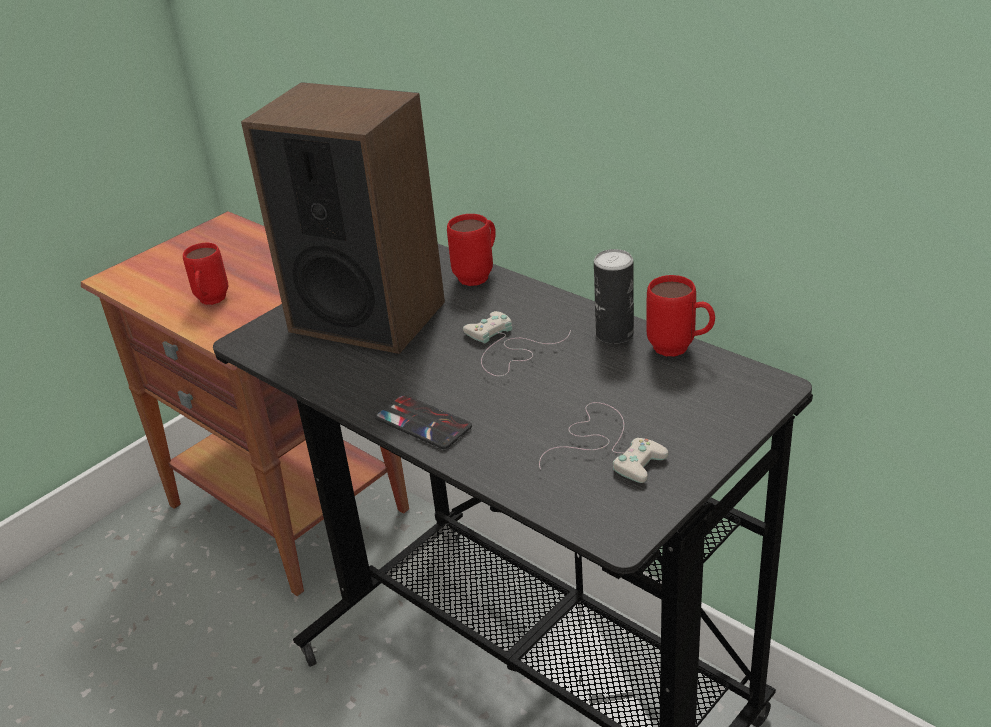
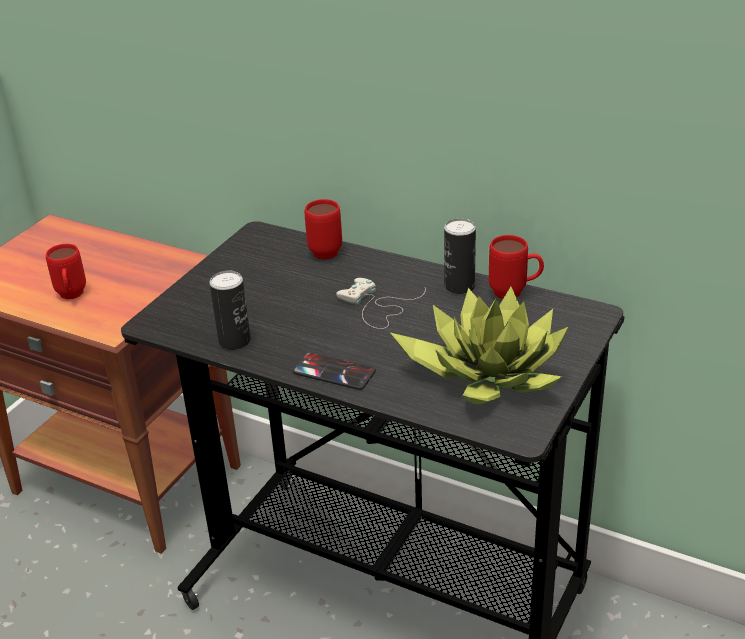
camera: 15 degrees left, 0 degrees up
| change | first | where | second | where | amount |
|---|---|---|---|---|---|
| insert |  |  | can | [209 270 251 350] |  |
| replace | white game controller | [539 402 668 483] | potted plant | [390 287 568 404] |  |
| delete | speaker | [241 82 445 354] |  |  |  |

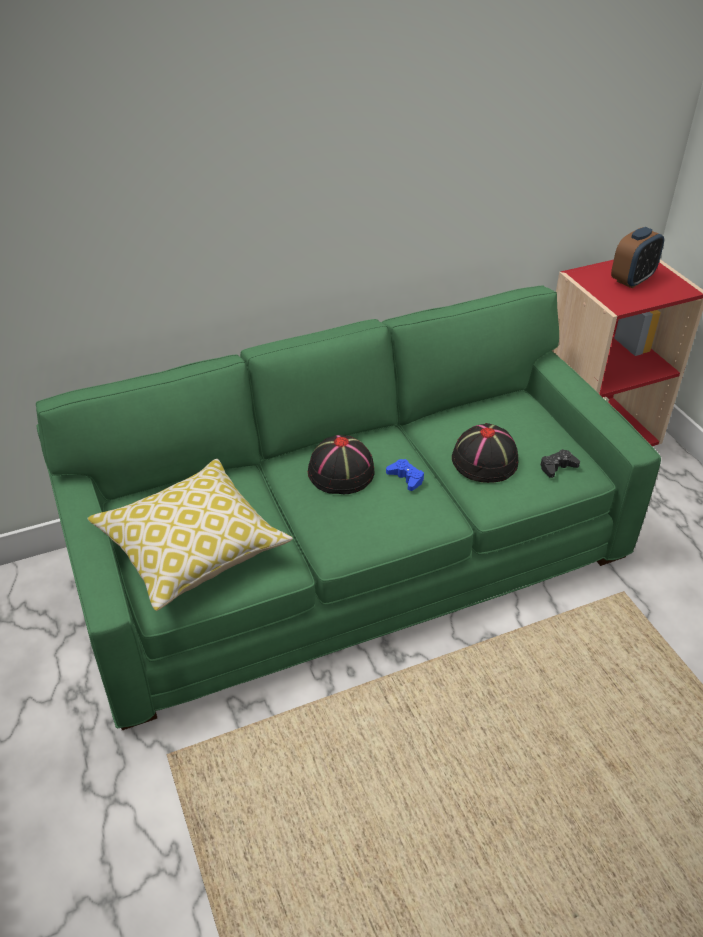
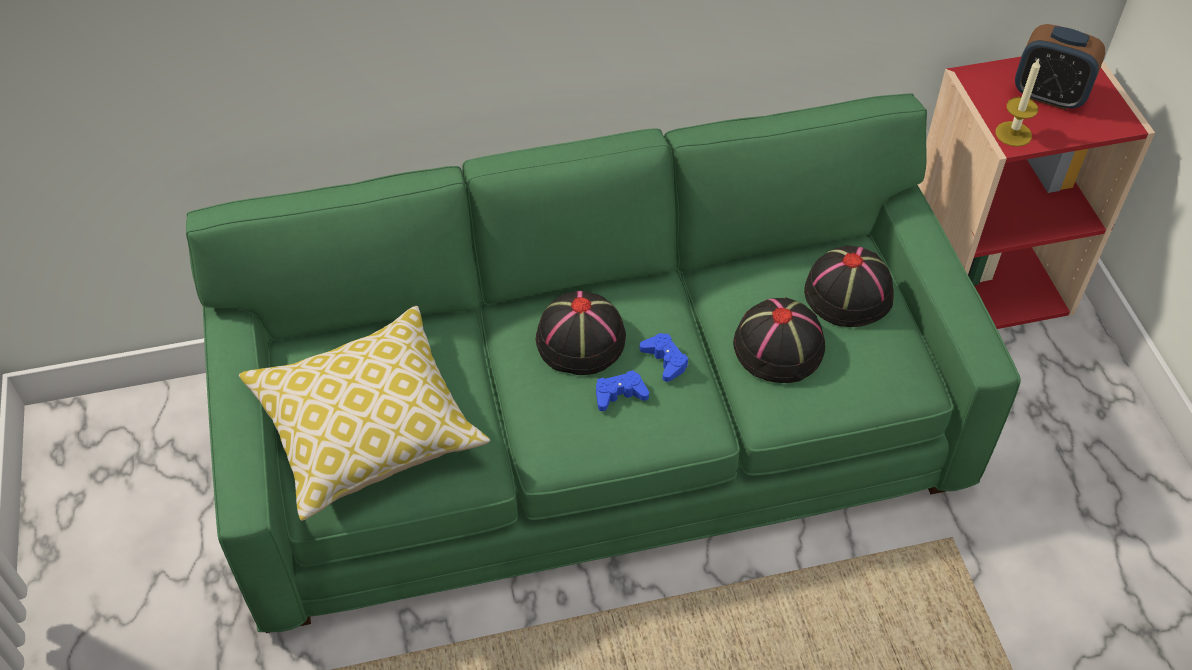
camera: 10 degrees right, 10 degrees up
| change | first | where | second | where | amount |
|---|---|---|---|---|---|
| insert |  |  | blue game controller | [596 370 649 411] |  |
| insert |  |  | black hat | [804 246 894 327] |  |
| insert |  |  | candle | [996 58 1040 147] |  |
| rotate | alarm clock | [611 227 664 288] |  | [1015 24 1105 110] | 60 degrees clockwise |
| delete | black game controller | [540 449 580 478] |  |  |  |

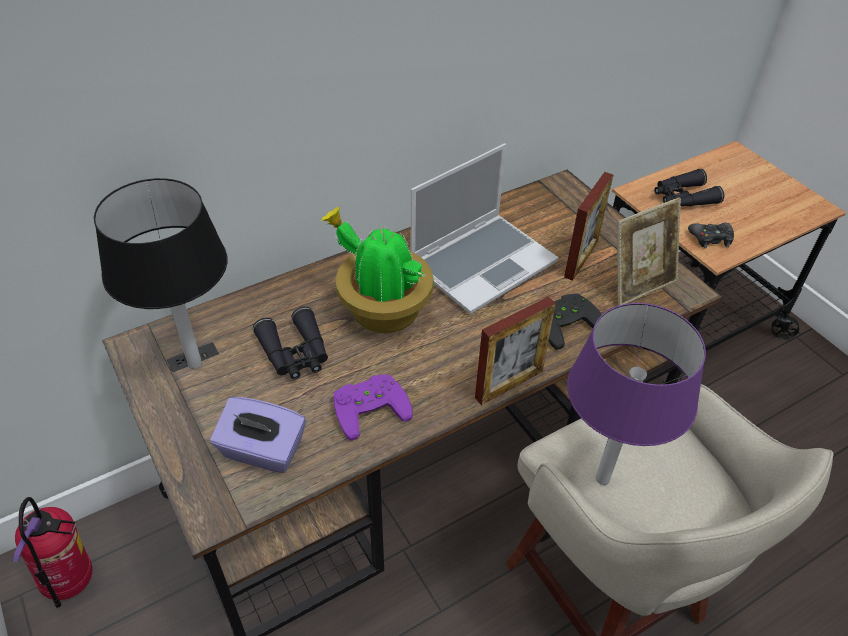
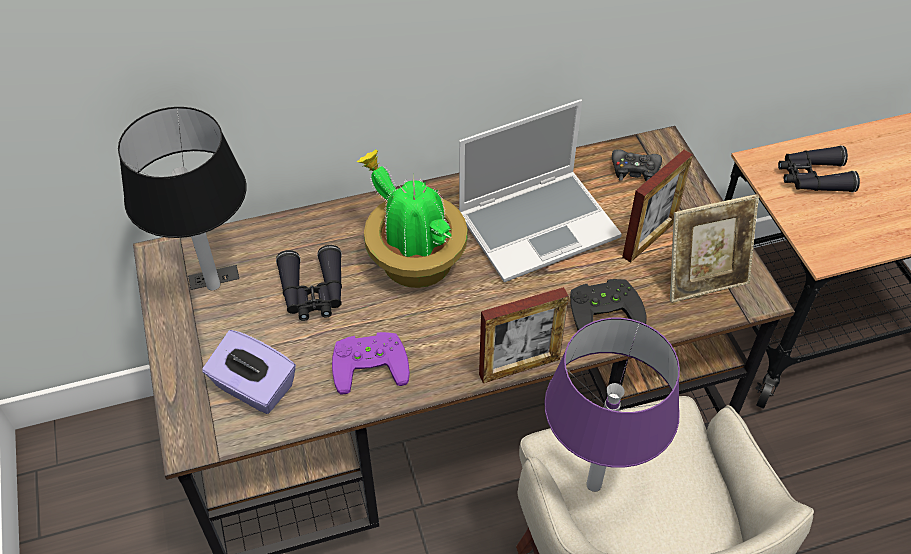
camera: 15 degrees right, 5 degrees up
| change | first | where | second | where | amount |
|---|---|---|---|---|---|
| move | black game controller | [688 223 734 248] |  | [612 149 662 181] |  |
| delete | fire extinguisher | [13 497 93 608] |  |  |  |

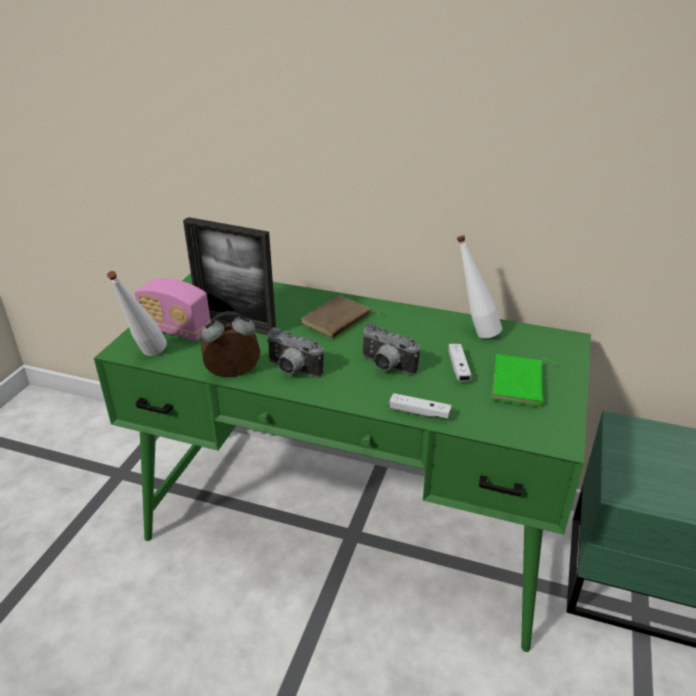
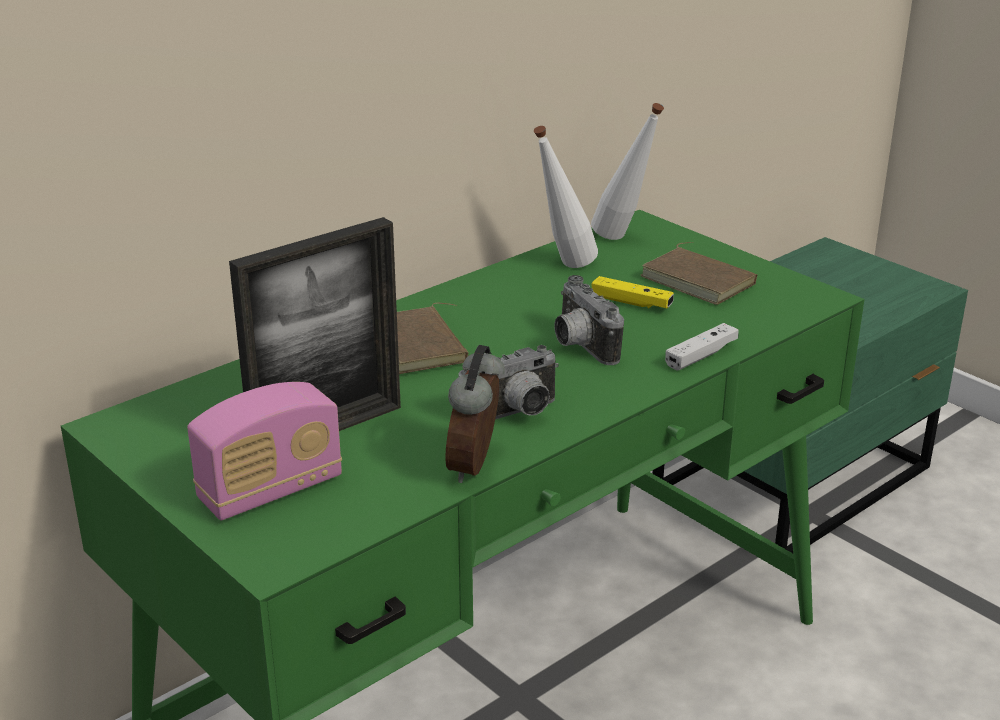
camera: 60 degrees left, 5 degrees down
| change | first | where | second | where | amount |
|---|---|---|---|---|---|
| rotate | photo camera | [361 323 420 375] |  | [554 275 624 365] | 90 degrees clockwise |
| move | white bottle | [107 271 167 356] |  | [591 103 664 240] |  |
| recolor | white game controller | [448 344 471 382] | yellow game controller | [591 276 674 309] |  |
| recolor | green book | [491 354 558 407] | brown book | [641 242 757 305] |  |

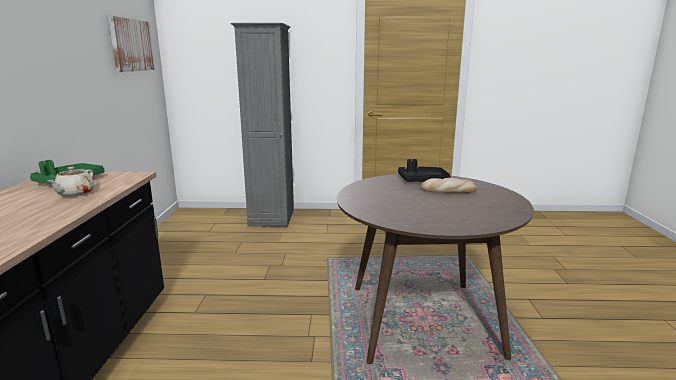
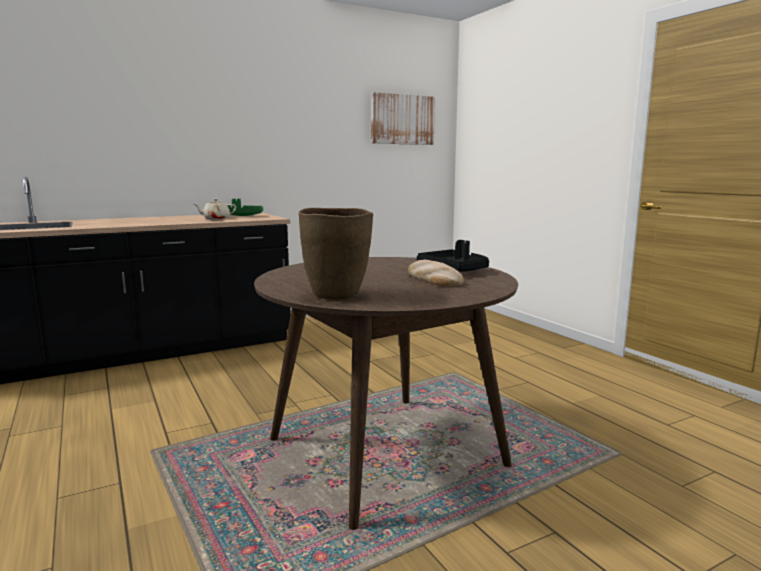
camera: 60 degrees right, 5 degrees down
| change | first | where | second | where | amount |
|---|---|---|---|---|---|
| insert |  |  | brown vase | [299 208 373 300] |  |
| delete | grey cabinet | [231 23 294 227] |  |  |  |

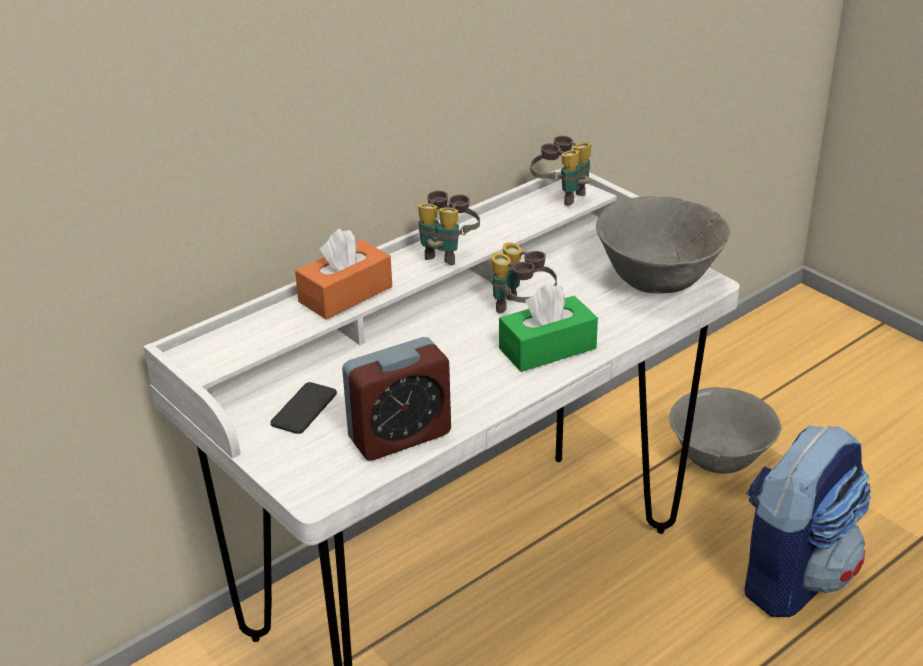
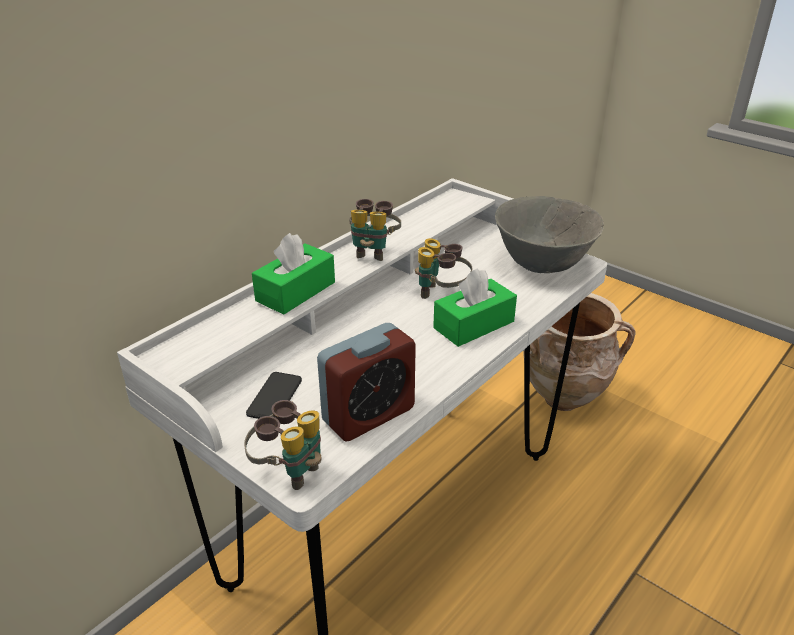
camera: 10 degrees left, 0 degrees up
| change | first | where | second | where | amount |
|---|---|---|---|---|---|
| move | binoculars | [530 136 591 206] |  | [244 400 322 490] |  |
| recolor | orange tissue box | [295 228 392 320] | green tissue box | [252 233 335 315] |  |
| replace | grey bowl | [669 387 782 473] | beige vase | [523 293 636 411] |  |
| delete | backpack | [744 426 871 617] |  |  |  |

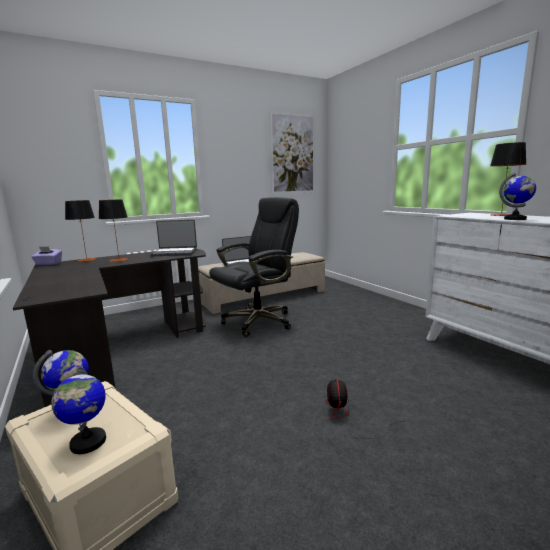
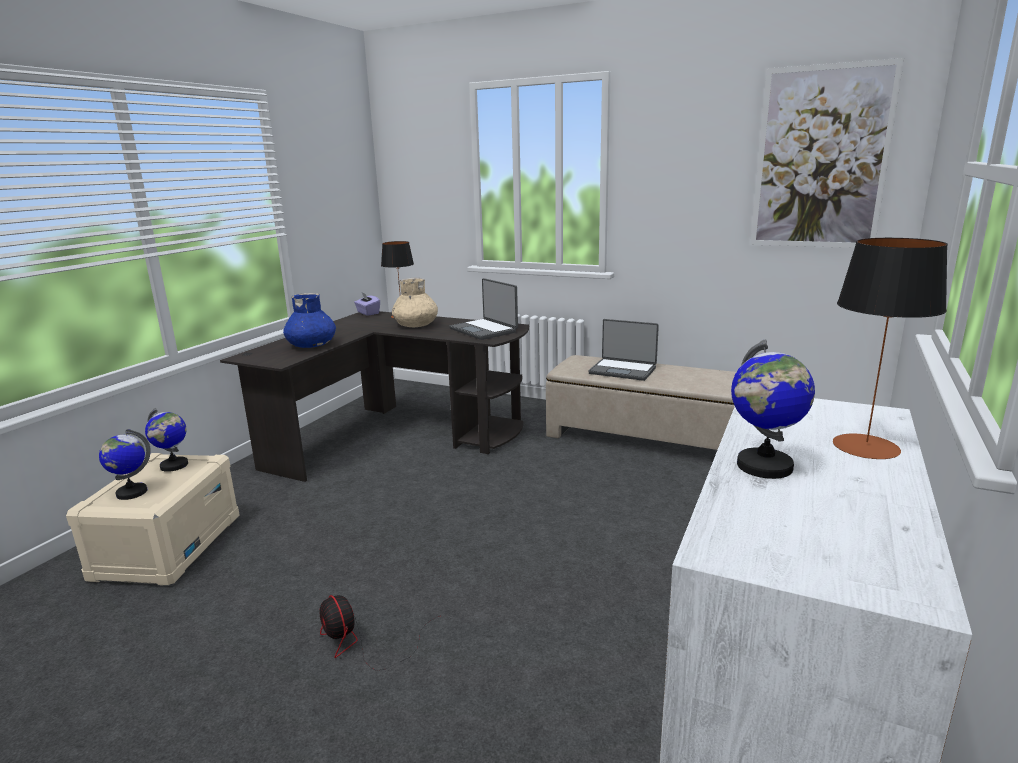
camera: 55 degrees right, 5 degrees up
| change | first | where | second | where | amount |
|---|---|---|---|---|---|
| insert |  |  | blue vase | [283 293 336 348] |  |
| rotate | fan | [326 379 401 439] |  | [319 595 440 671] | 90 degrees counterclockwise |
| replace | table lamp | [99 199 128 262] | beige vase | [392 277 438 327] |  |
| delete | black office chair | [209 197 299 337] |  |  |  |

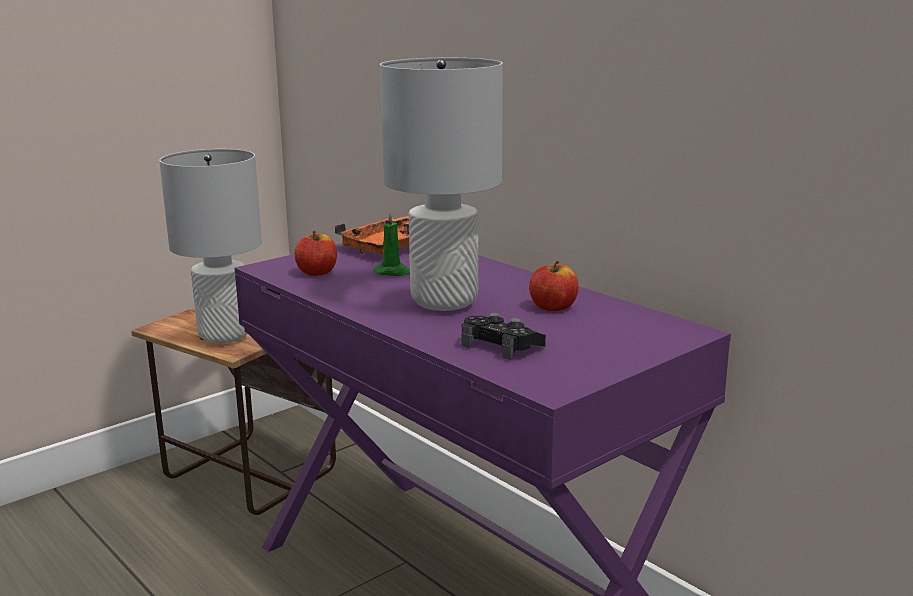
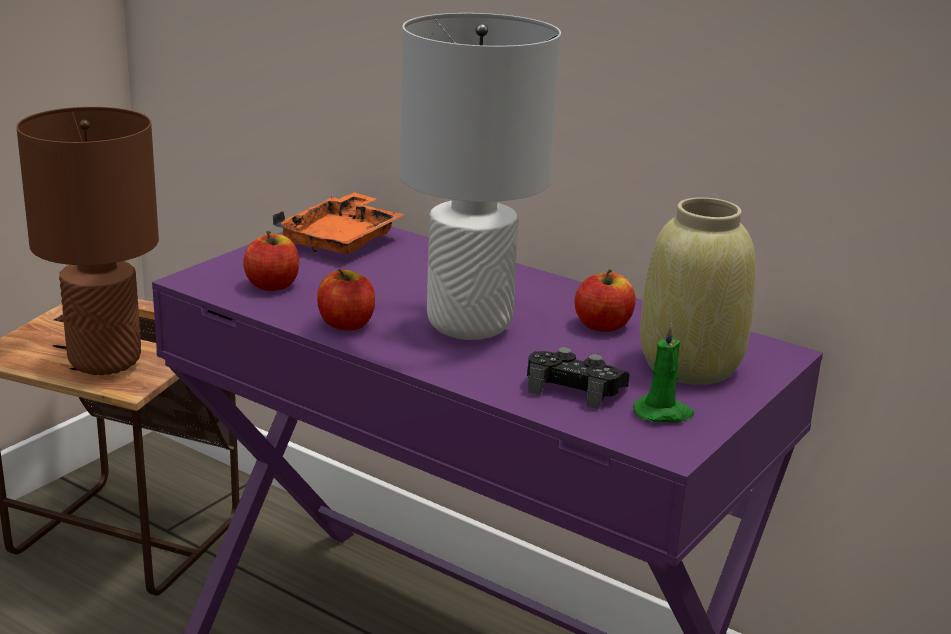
camera: 15 degrees left, 5 degrees up
| change | first | where | second | where | amount |
|---|---|---|---|---|---|
| recolor | grey table lamp | [159 149 262 343] | brown table lamp | [16 107 159 375] |  |
| insert |  |  | apple | [317 268 375 331] |  |
| move | green candle | [374 211 410 276] |  | [633 322 694 423] |  |
| insert |  |  | beige vase | [640 197 756 385] |  |

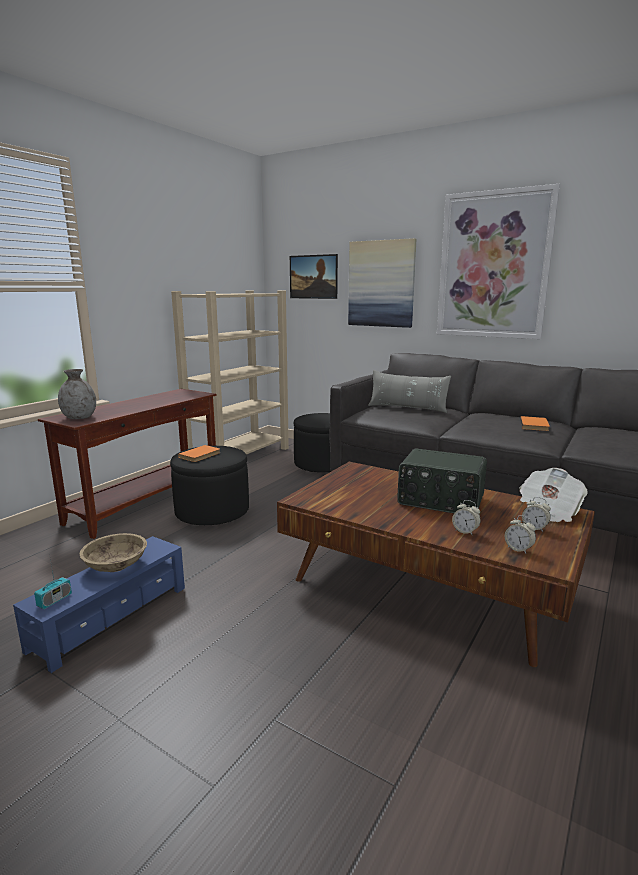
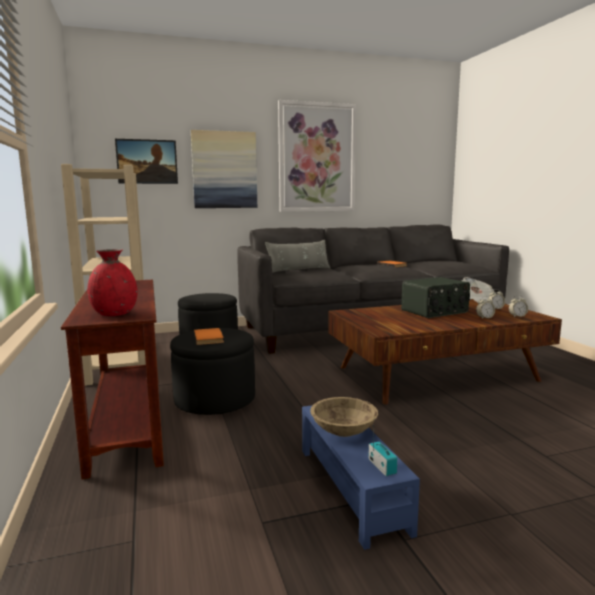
camera: 50 degrees left, 5 degrees down
| change | first | where | second | where | amount |
|---|---|---|---|---|---|
| recolor | grey vase | [58 369 96 419] | red vase | [87 249 138 316] |  |

